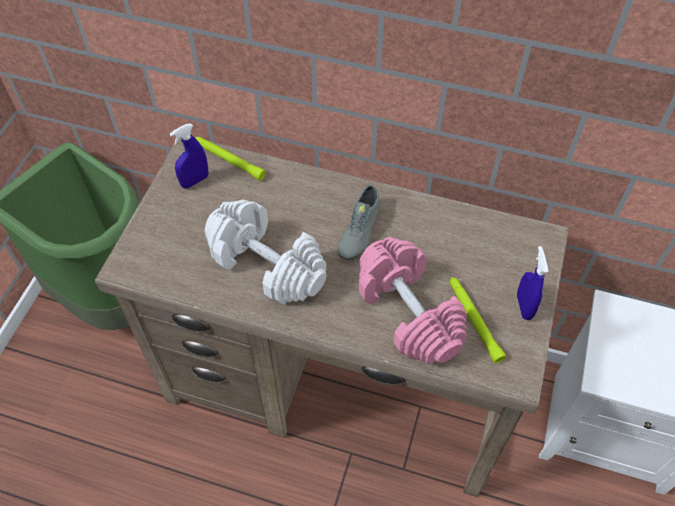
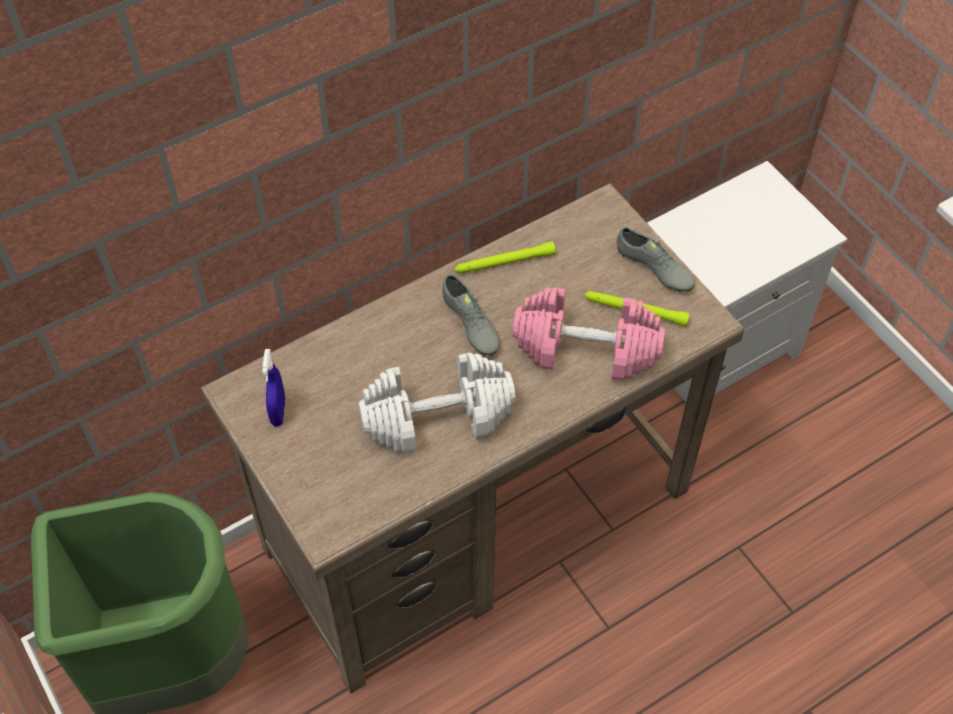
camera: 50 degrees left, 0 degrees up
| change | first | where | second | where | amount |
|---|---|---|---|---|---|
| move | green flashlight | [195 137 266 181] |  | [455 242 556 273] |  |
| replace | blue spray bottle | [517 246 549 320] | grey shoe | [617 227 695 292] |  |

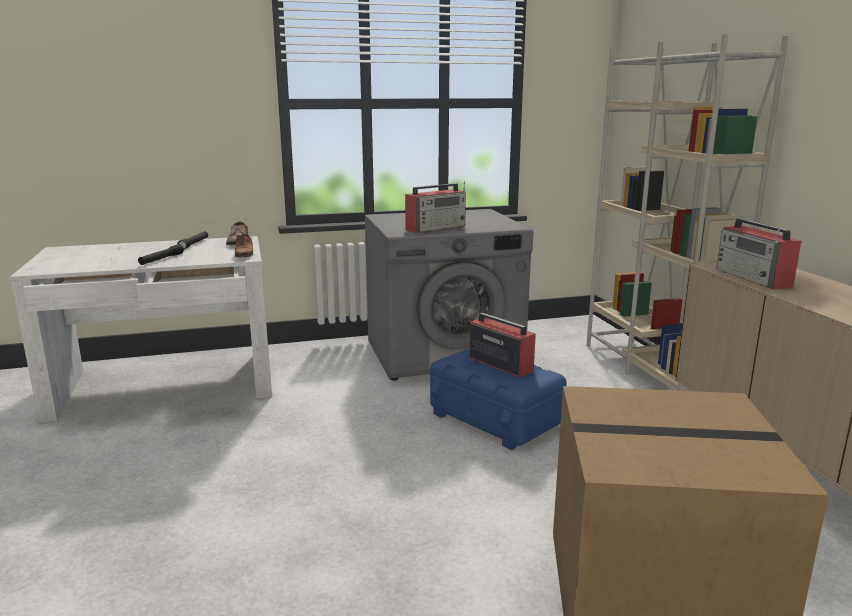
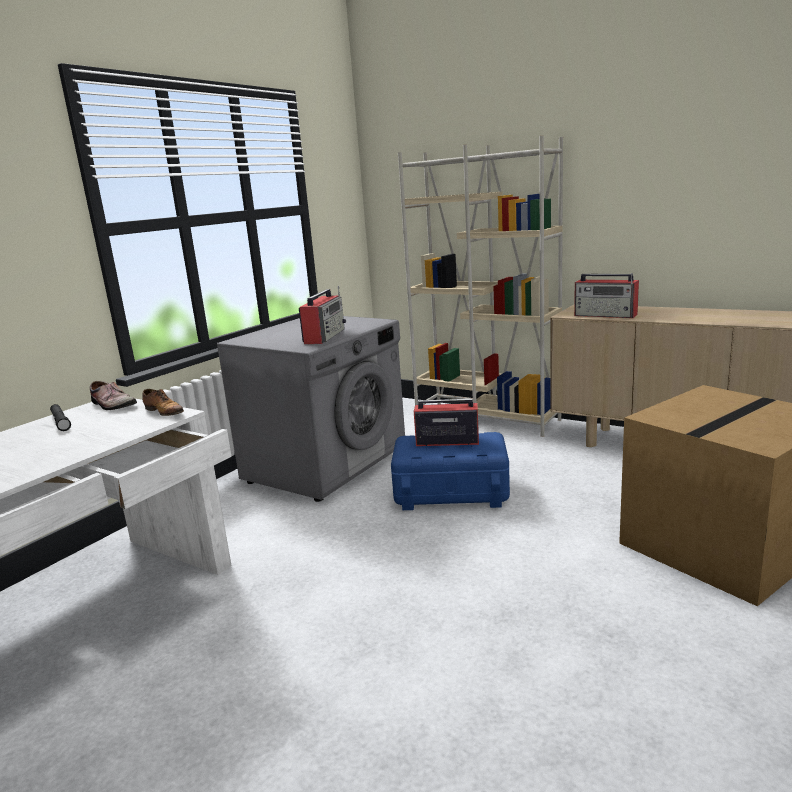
camera: 40 degrees left, 0 degrees up
| change | first | where | second | where | amount |
|---|---|---|---|---|---|
| delete | black flashlight | [138 244 184 265] |  |  |  |

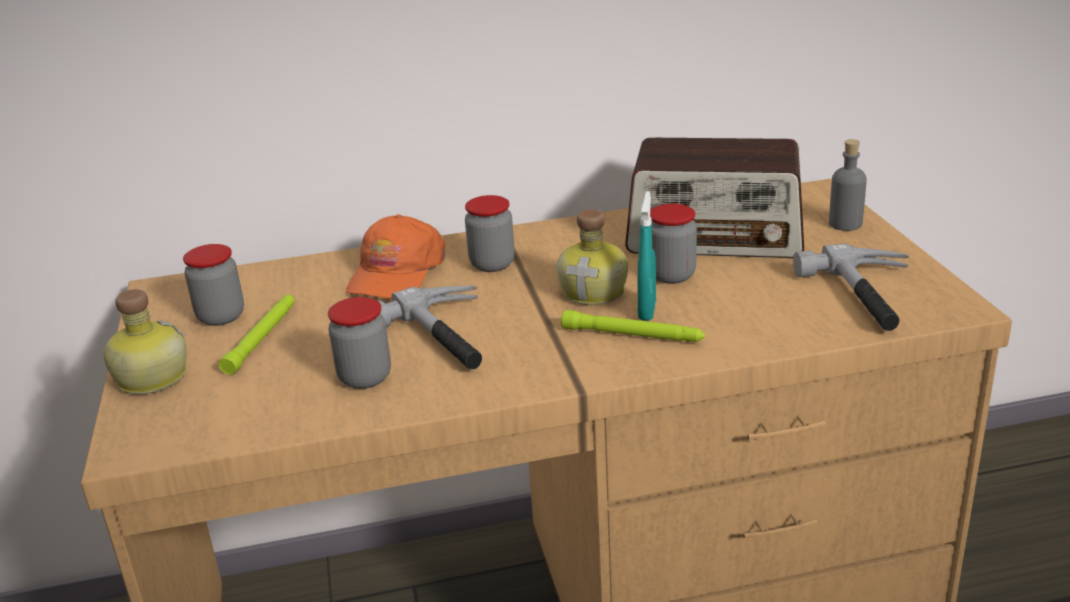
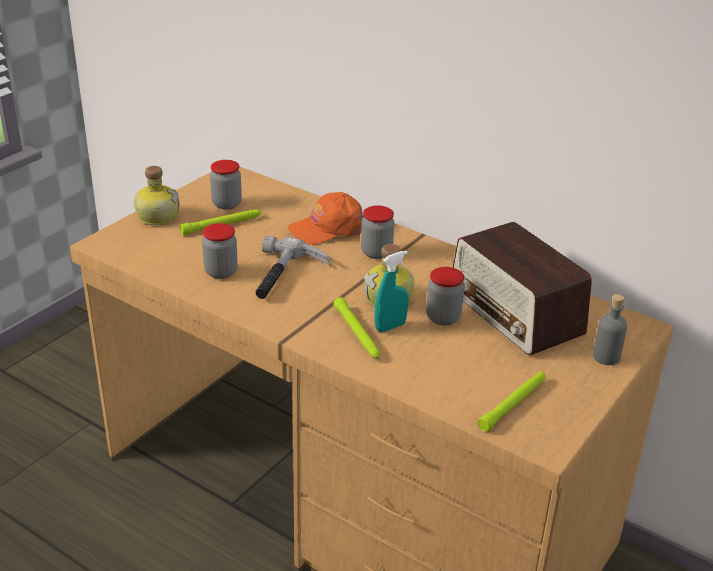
camera: 45 degrees right, 5 degrees up
| change | first | where | second | where | amount |
|---|---|---|---|---|---|
| replace | hammer | [793 244 910 331] | green flashlight | [478 372 546 432] |  |

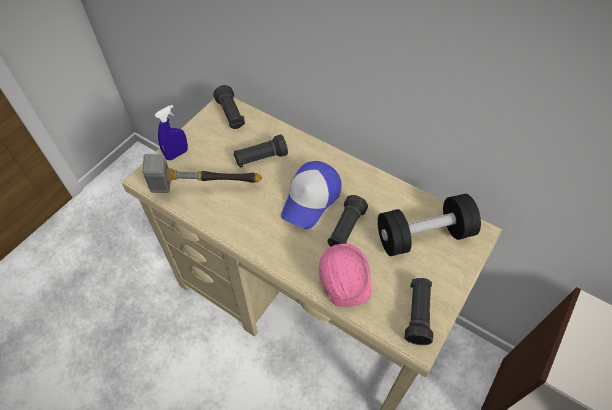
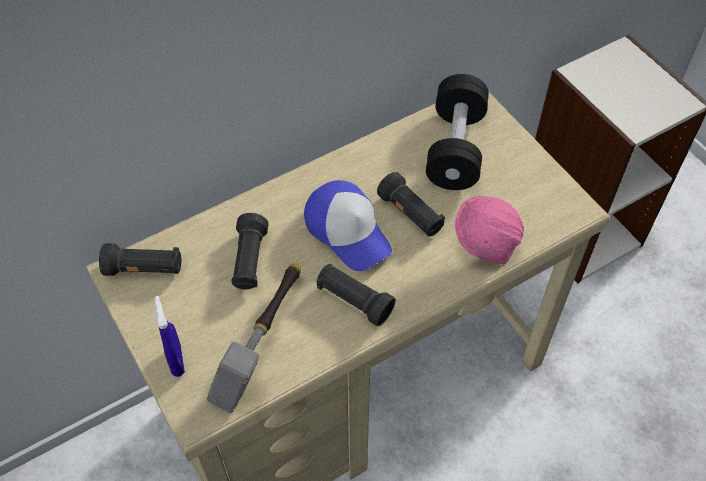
camera: 65 degrees left, 0 degrees up
| change | first | where | second | where | amount |
|---|---|---|---|---|---|
| move | black flashlight | [405 278 433 345] |  | [317 264 396 326] |  |

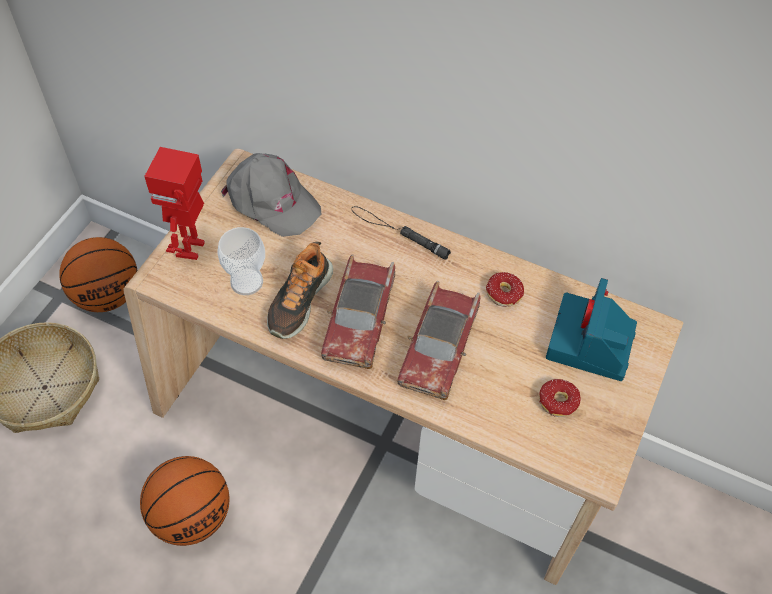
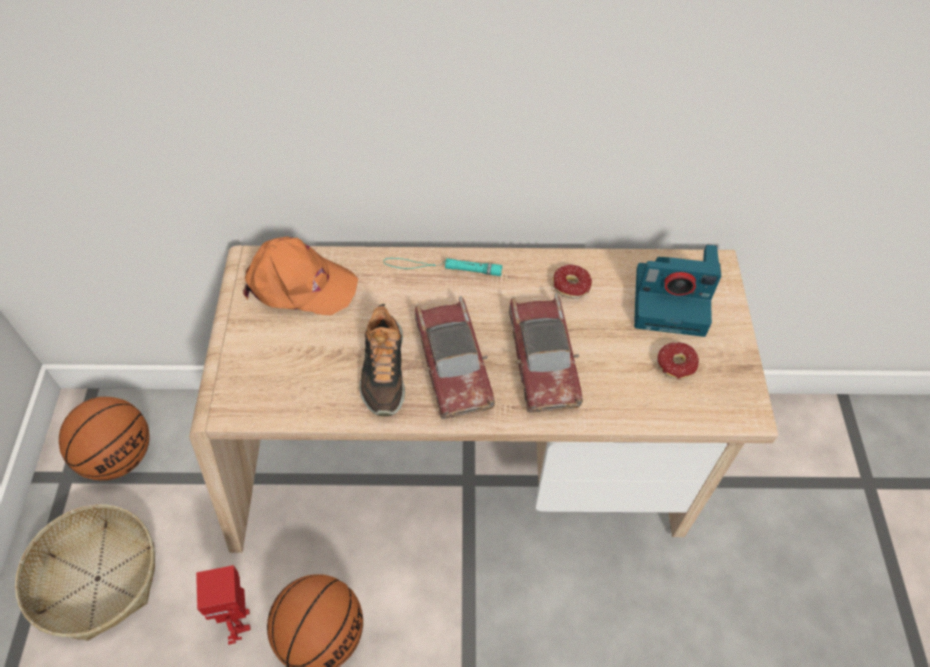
camera: 25 degrees left, 0 degrees up
| change | first | where | second | where | amount |
|---|---|---|---|---|---|
| move | toy robot | [144 147 205 260] |  | [196 565 251 645] |  |
| recolor | grey cap | [221 153 321 237] | orange cap | [243 236 358 316] |  |
| recolor | black flashlight | [351 206 451 260] | turquoise flashlight | [384 258 502 276] |  |
| rotate | photo camera | [546 278 637 381] |  | [634 244 721 337] | 75 degrees counterclockwise |
| delete | cup | [217 227 265 295] |  |  |  |

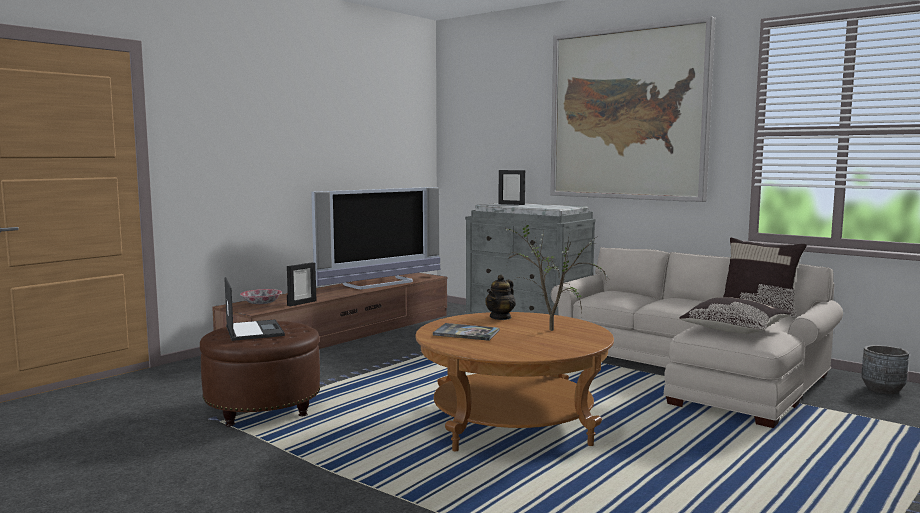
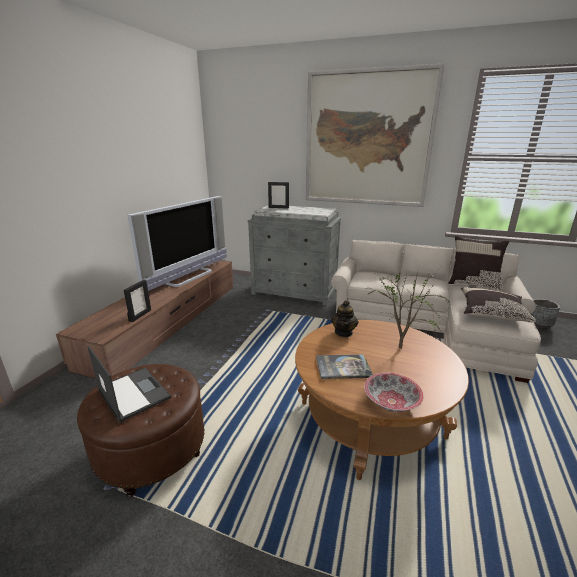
camera: 20 degrees left, 15 degrees up
| change | first | where | second | where | amount |
|---|---|---|---|---|---|
| move | bowl | [240 289 282 304] |  | [364 372 424 412] |  |

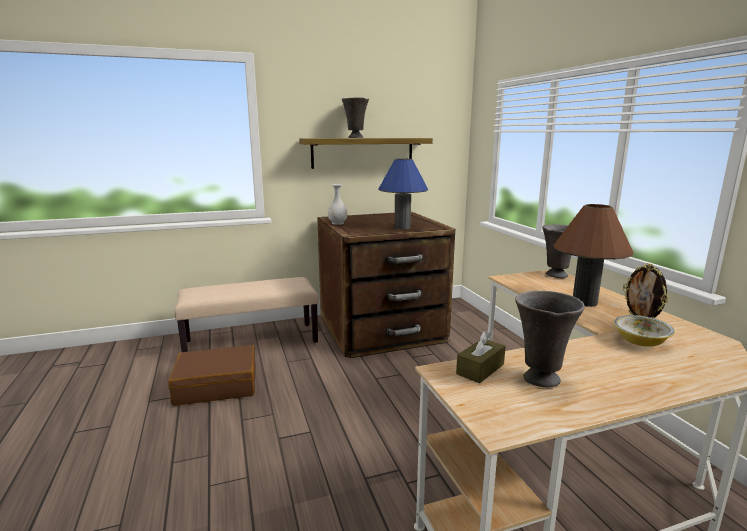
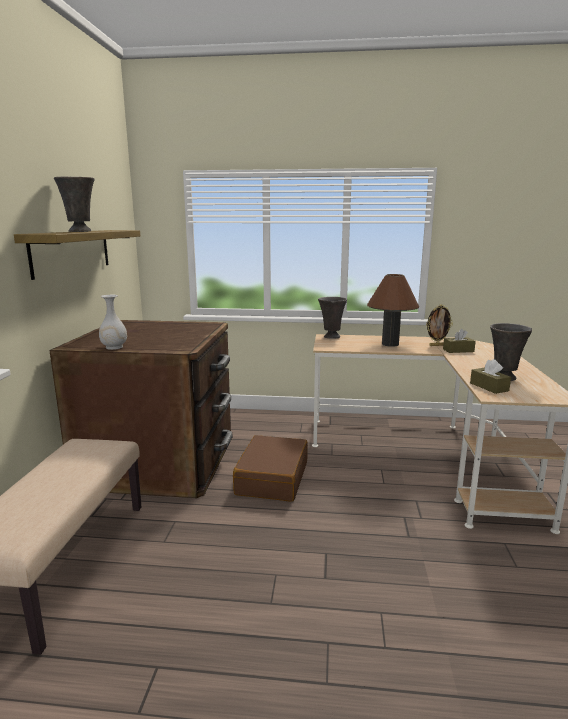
camera: 65 degrees left, 0 degrees up
| change | first | where | second | where | amount |
|---|---|---|---|---|---|
| move | brown suitcase | [168 345 256 406] |  | [233 435 308 502] |  |
| replace | bowl | [614 315 675 347] | brown tissue box | [443 329 476 353] |  |
| delete | blue table lamp | [378 159 428 229] |  |  |  |

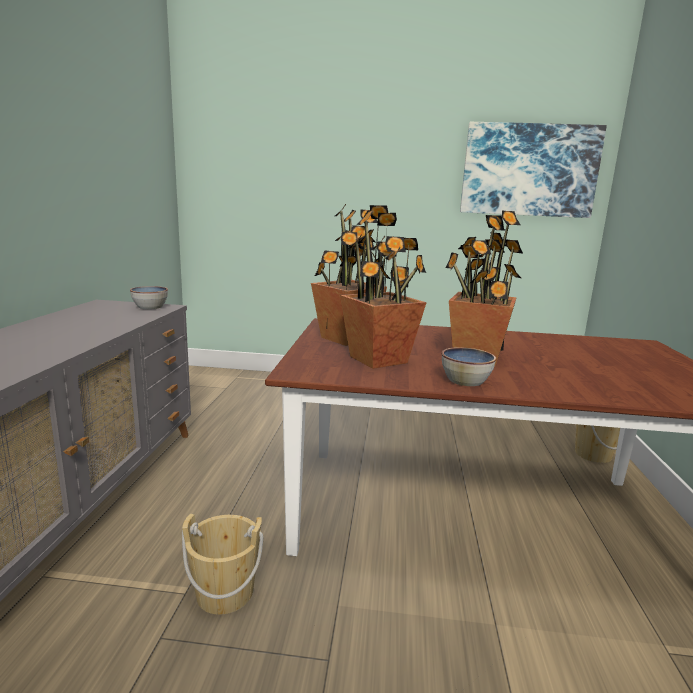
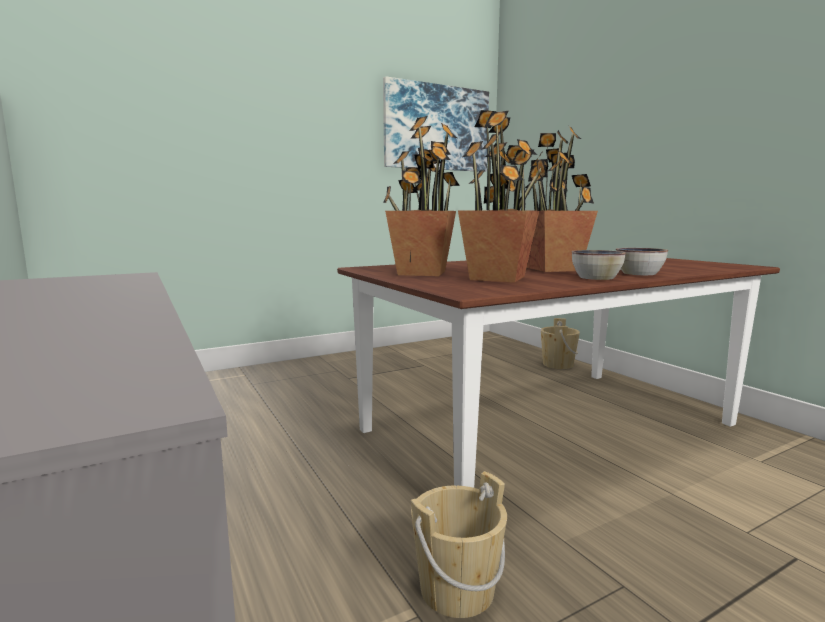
camera: 35 degrees left, 5 degrees down
| change | first | where | second | where | amount |
|---|---|---|---|---|---|
| move | bowl | [130 286 168 309] |  | [616 248 668 275] |  |

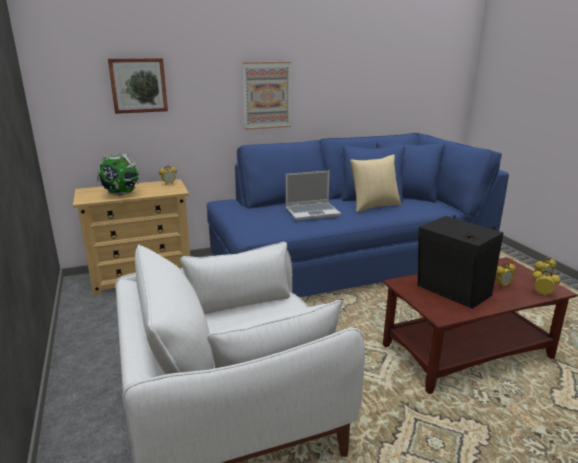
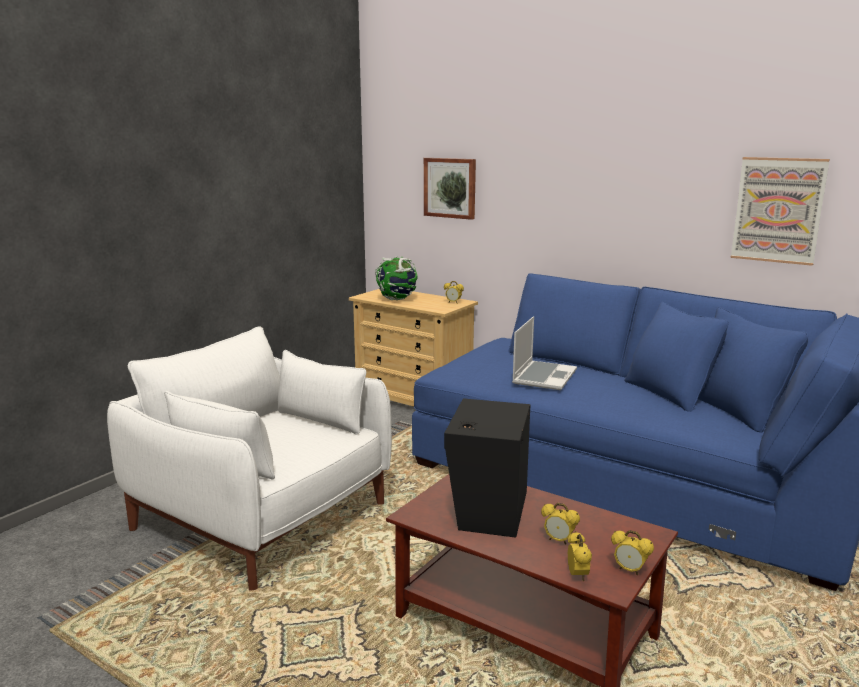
camera: 55 degrees right, 5 degrees down
| change | first | where | second | where | amount |
|---|---|---|---|---|---|
| rotate | laptop | [286 170 341 221] |  | [512 316 577 390] | 105 degrees counterclockwise |
| move | picture | [243 62 291 130] |  | [730 157 830 266] |  |
| delete | pillow | [350 154 402 213] |  |  |  |

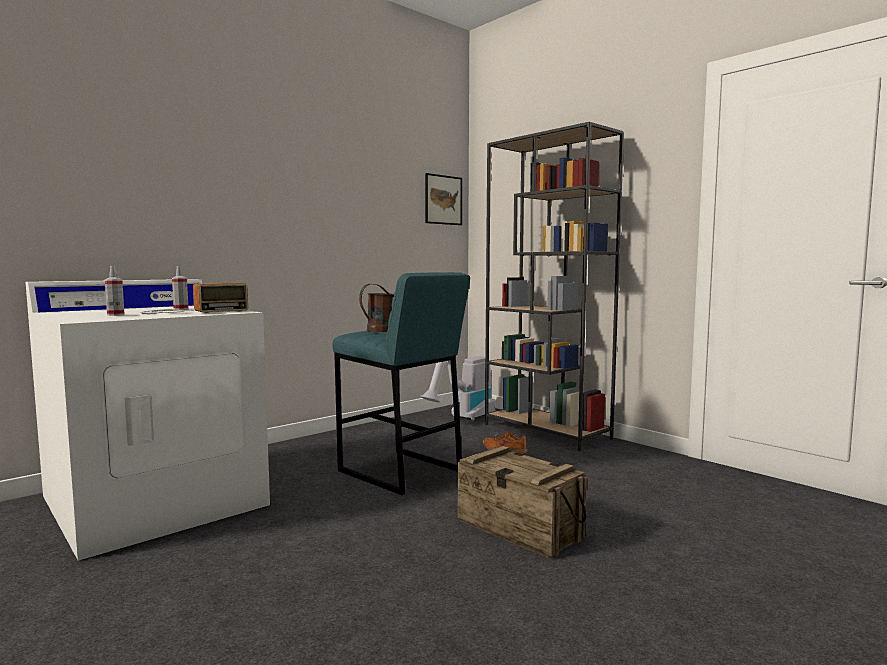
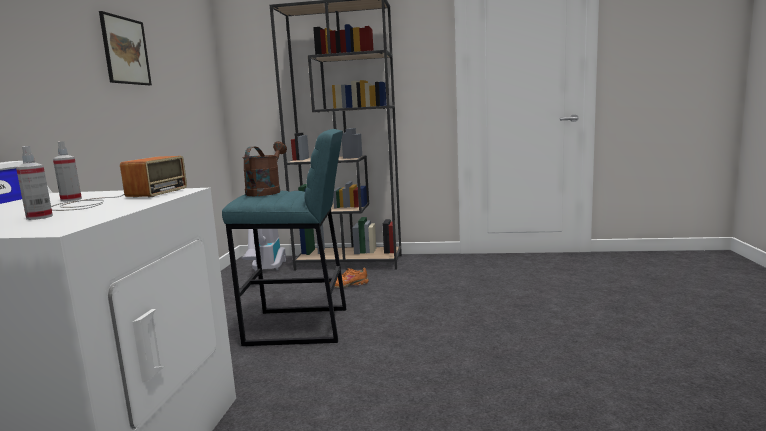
camera: 40 degrees left, 5 degrees up
| change | first | where | second | where | amount |
|---|---|---|---|---|---|
| move | picture | [425 173 462 225] |  | [99 11 152 85] |  |
| delete | crate | [458 446 587 558] |  |  |  |

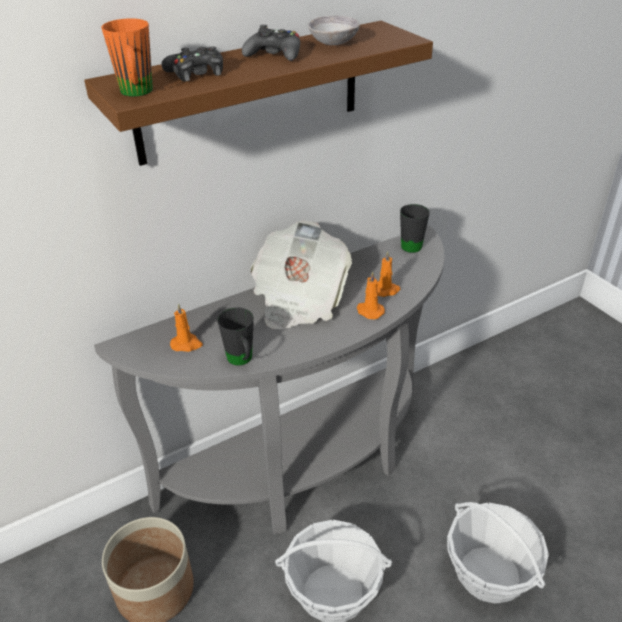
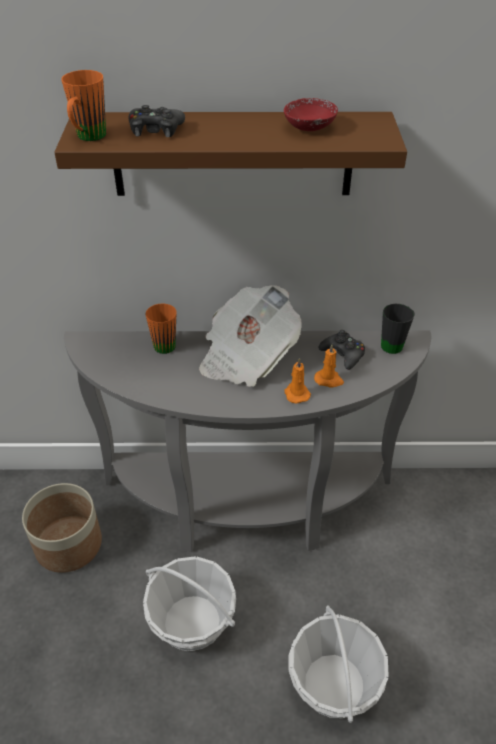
camera: 30 degrees right, 5 degrees up
| change | first | where | second | where | amount |
|---|---|---|---|---|---|
| insert |  |  | orange mug | [146 304 177 354] |  |
| recolor | grey bowl | [308 16 360 45] | red bowl | [284 98 338 131] |  |
| move | black game controller | [242 25 300 61] |  | [318 330 365 370] |  |
| delete | orange candle | [170 303 203 352] |  |  |  |
| delete | black mug | [217 307 254 366] |  |  |  |

